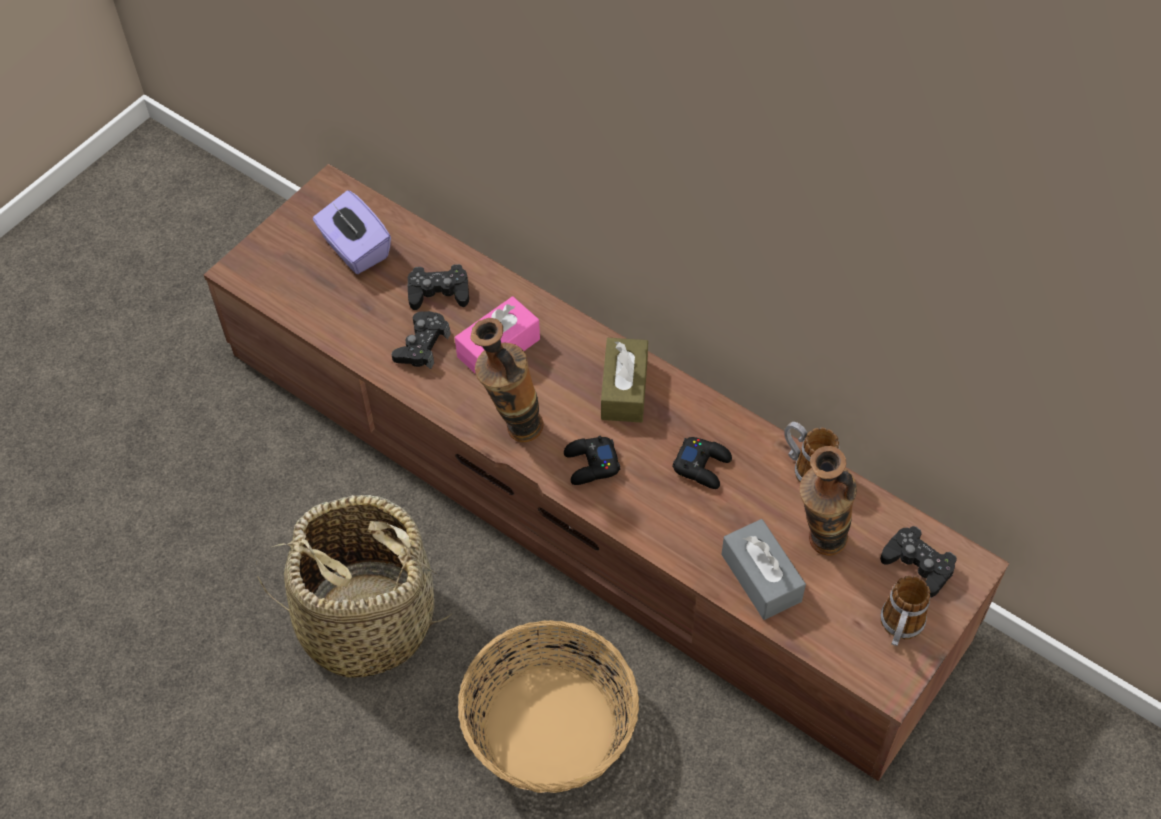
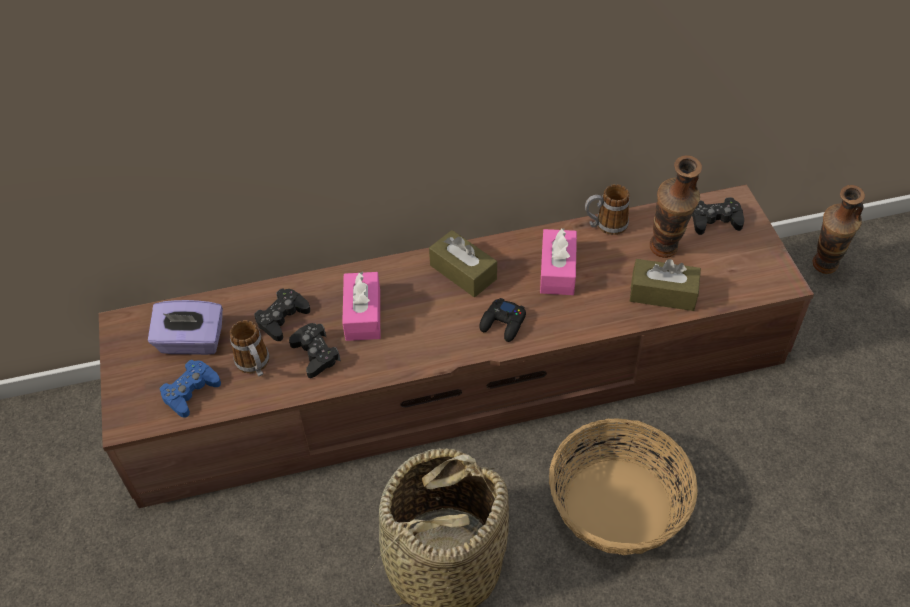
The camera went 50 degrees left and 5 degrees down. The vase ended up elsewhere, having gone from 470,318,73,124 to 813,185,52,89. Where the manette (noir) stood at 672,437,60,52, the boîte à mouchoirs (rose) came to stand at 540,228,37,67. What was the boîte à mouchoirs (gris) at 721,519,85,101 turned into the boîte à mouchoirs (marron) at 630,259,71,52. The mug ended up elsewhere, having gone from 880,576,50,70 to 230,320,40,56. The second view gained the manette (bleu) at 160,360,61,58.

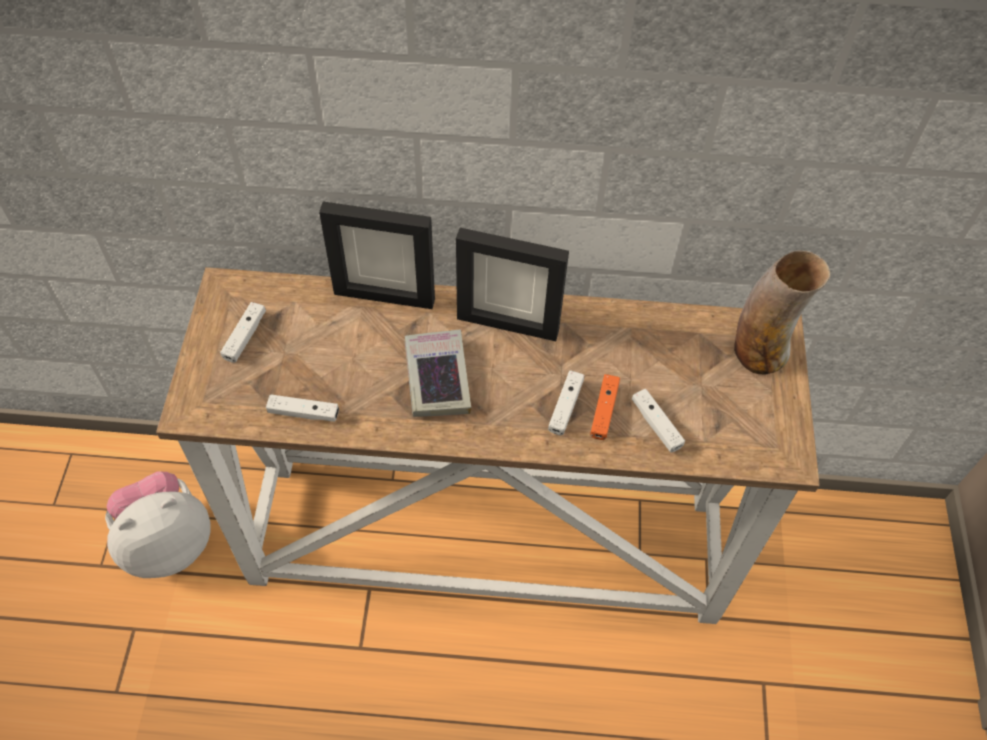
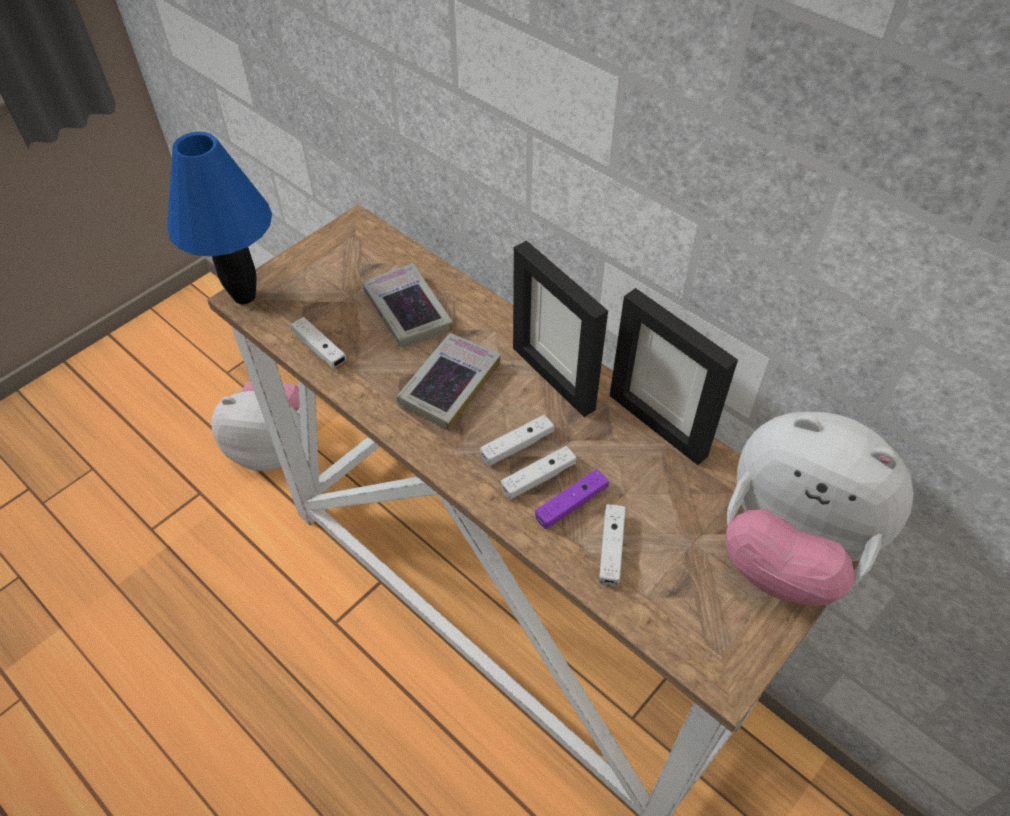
The camera went 40 degrees right and 5 degrees down. The cadre photo ended up elsewhere, having gone from 319,202,116,107 to 610,288,128,177. Where the vase stood at 734,250,96,124, the peluche came to stand at 725,412,188,194. The manette (blanc) ended up elsewhere, having gone from 220,302,46,61 to 480,415,74,51. What was the manette (orange) at 590,374,30,66 turned into the manette (violet) at 535,469,74,60. The second view gained the lampe de table (bleu) at 167,131,105,173. The second view gained the livre at 362,263,91,84.

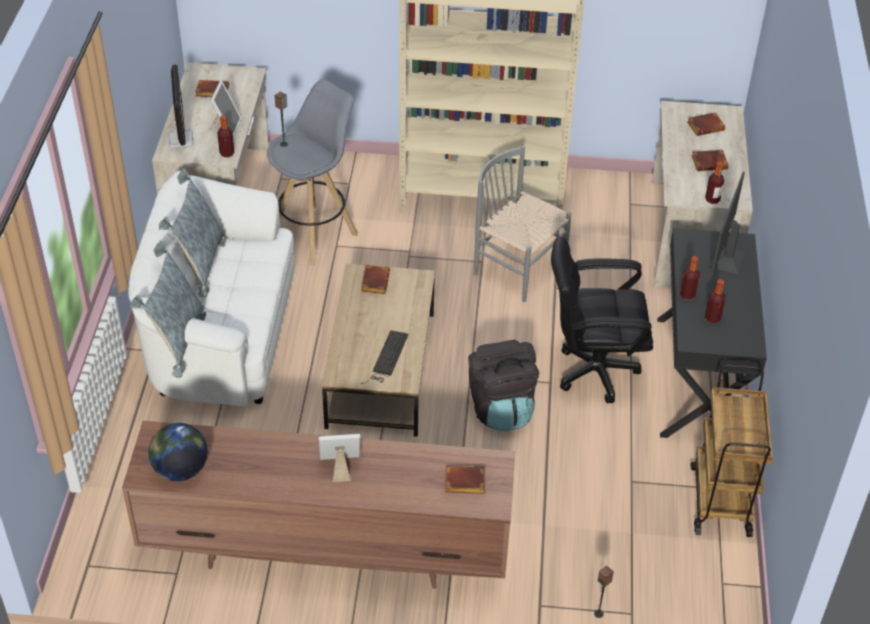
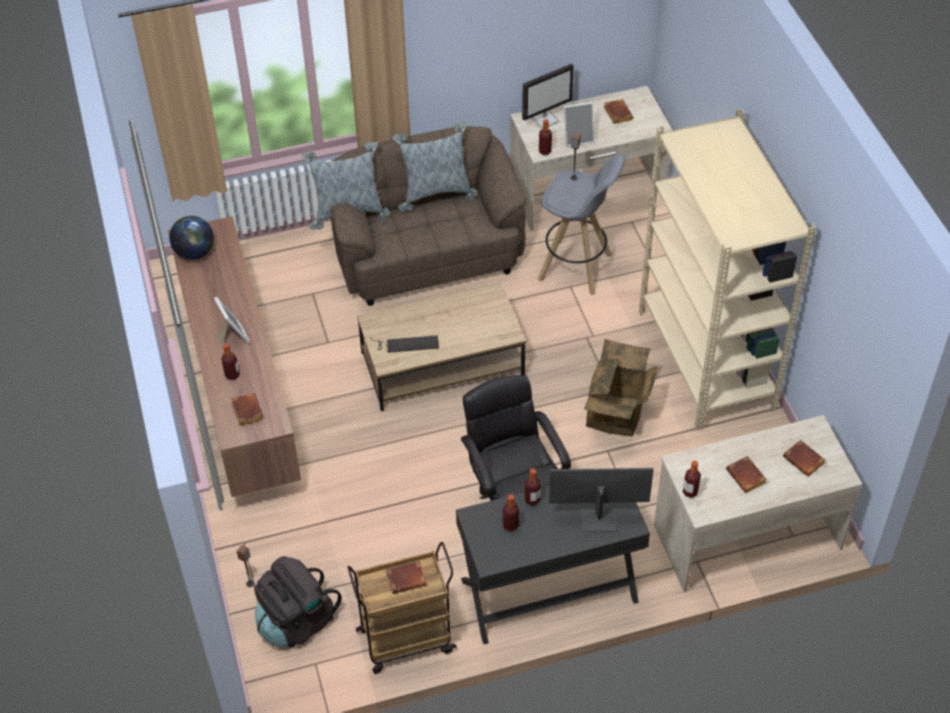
The camera went 70 degrees right and 5 degrees up. Where the chaise (gris) stood at 474,146,97,156, the carton came to stand at 584,339,73,98. What was the canapé (blanc) at 128,171,166,236 turned into the canapé (marron) at 330,126,196,180. The livre (marron) ended up elsewhere, having gone from 361,265,29,29 to 386,560,41,34. The sac à dos (noir) ended up elsewhere, having gone from 468,340,71,91 to 254,556,88,92. The second view gained the bouteille at 221,343,19,37.

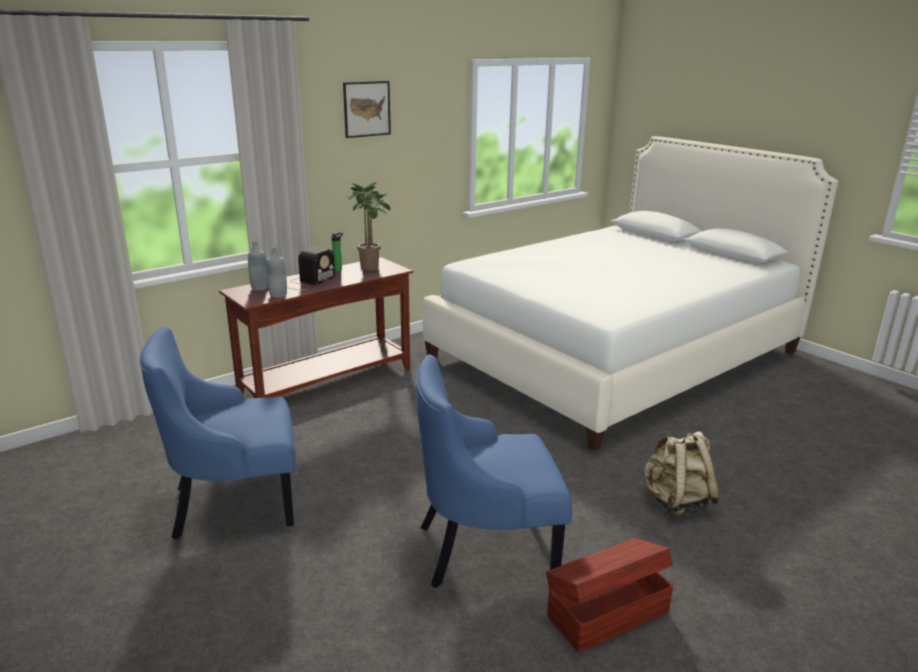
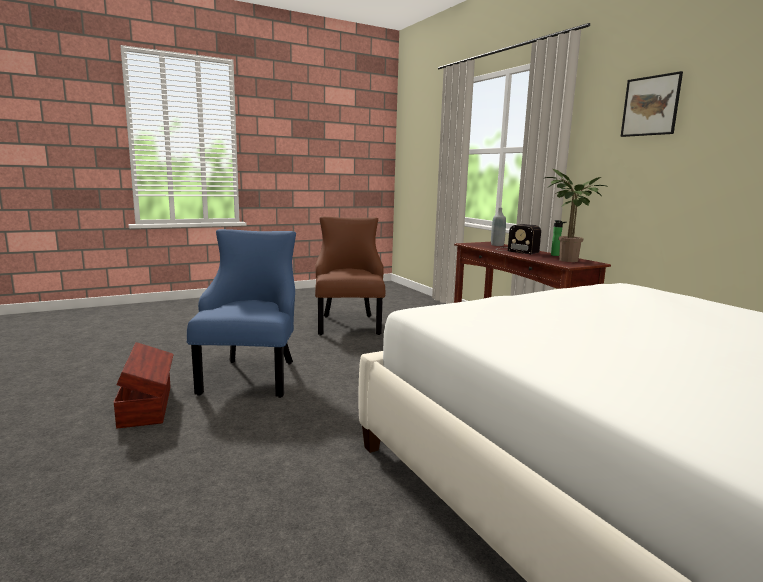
The camera went 100 degrees right and 10 degrees down. The second view lost the bouteille (gris) at 266,246,21,52. What was the chaise (bleu) at 140,326,156,213 turned into the chaise (marron) at 315,216,71,119. The second view lost the sac à dos (beige) at 644,431,76,85.

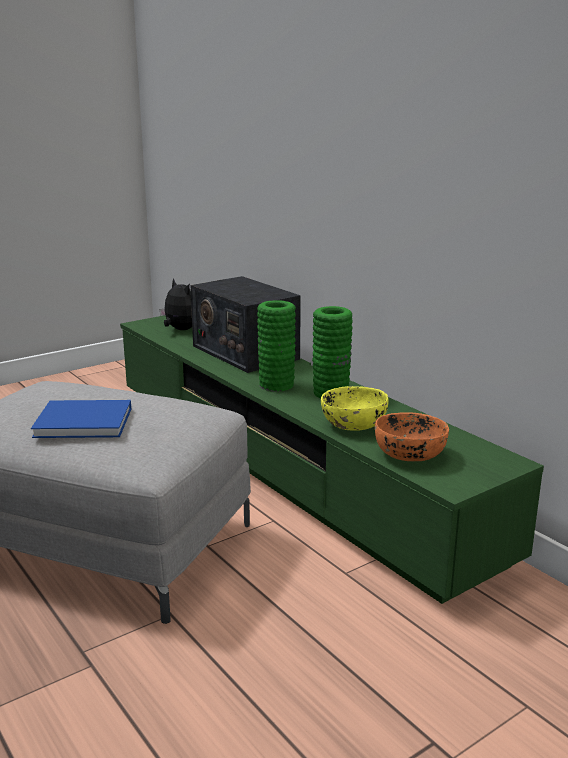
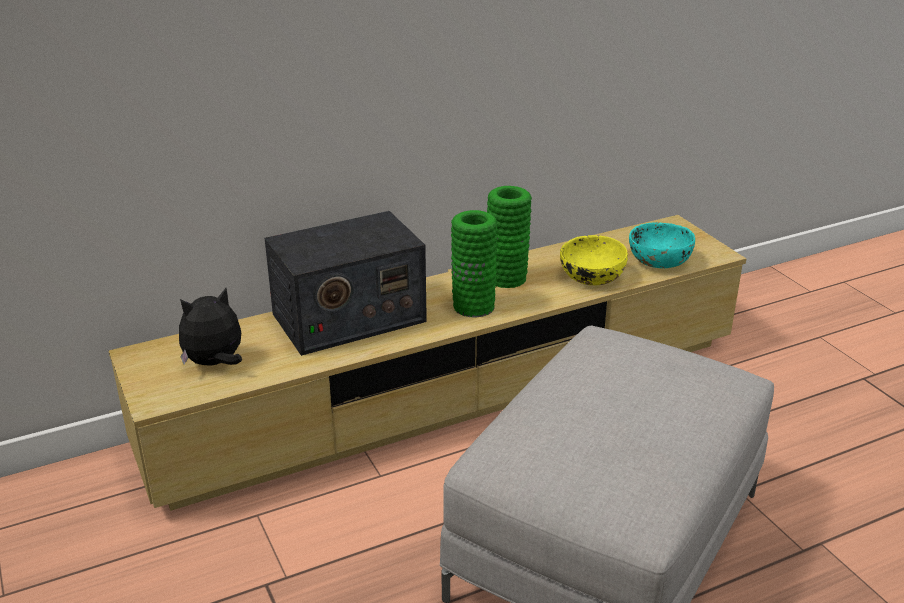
The camera went 80 degrees left and 10 degrees up. What was the meuble télé (vert) at 120,316,424,288 turned into the meuble télé (beige) at 109,215,638,296. The second view lost the livre (bleu) at 31,400,100,38. What was the bol (orange) at 375,412,74,49 turned into the bol (turquoise) at 629,222,66,46.

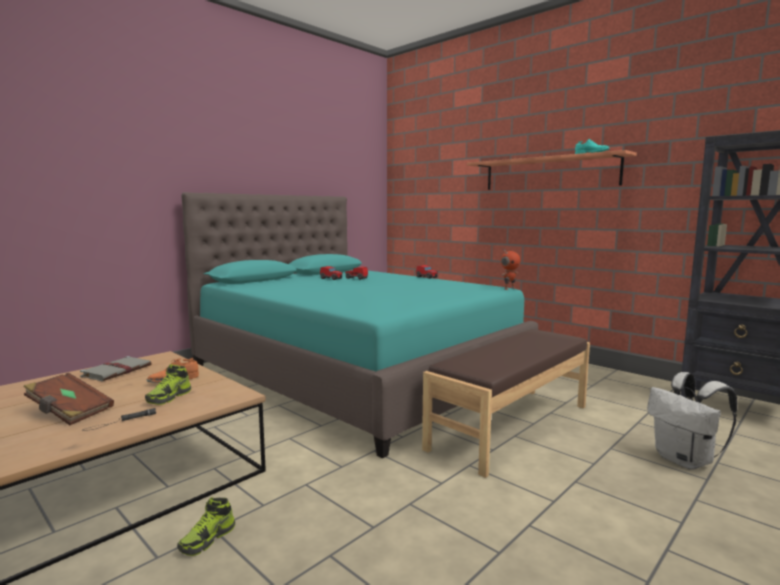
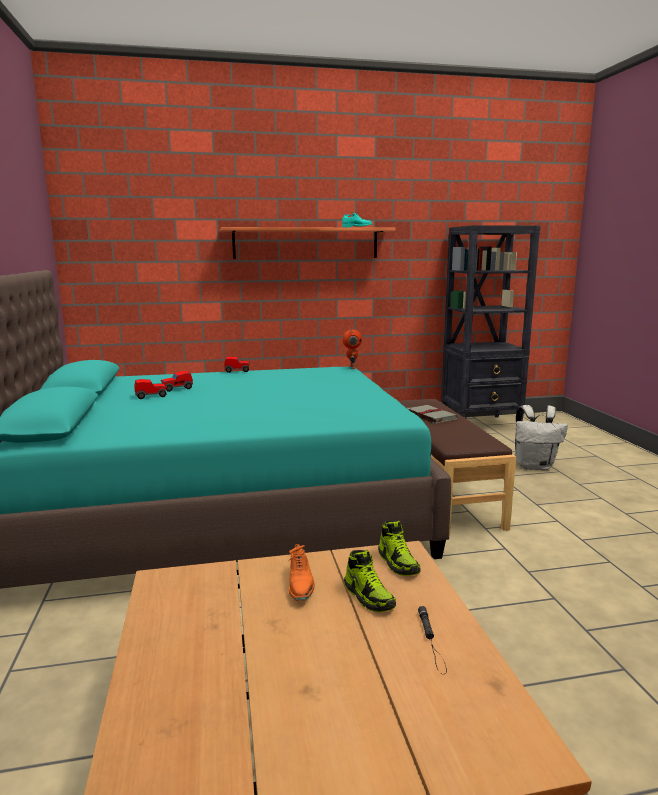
The camera went 55 degrees left and 5 degrees up. The livre (gris) ended up elsewhere, having gone from 80,356,72,25 to 407,405,51,19. The second view lost the livre (marron) at 23,373,91,52. The chaussure ended up elsewhere, having gone from 177,497,58,59 to 378,521,43,55.

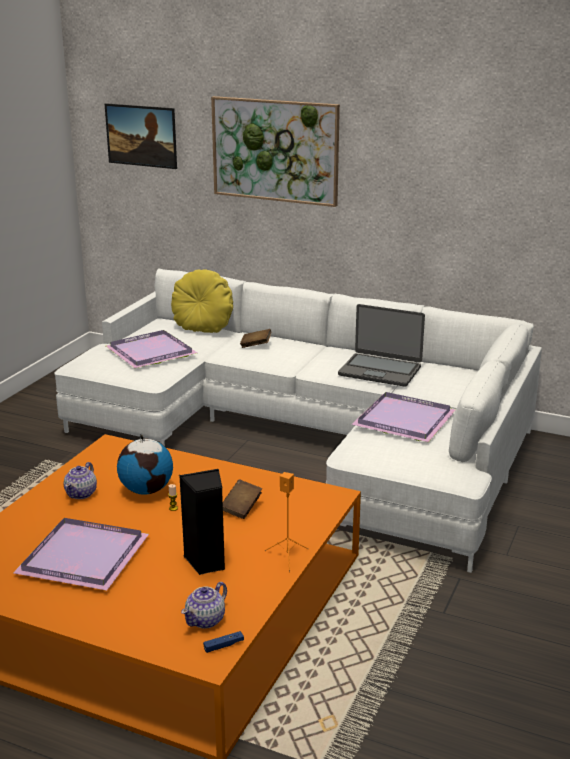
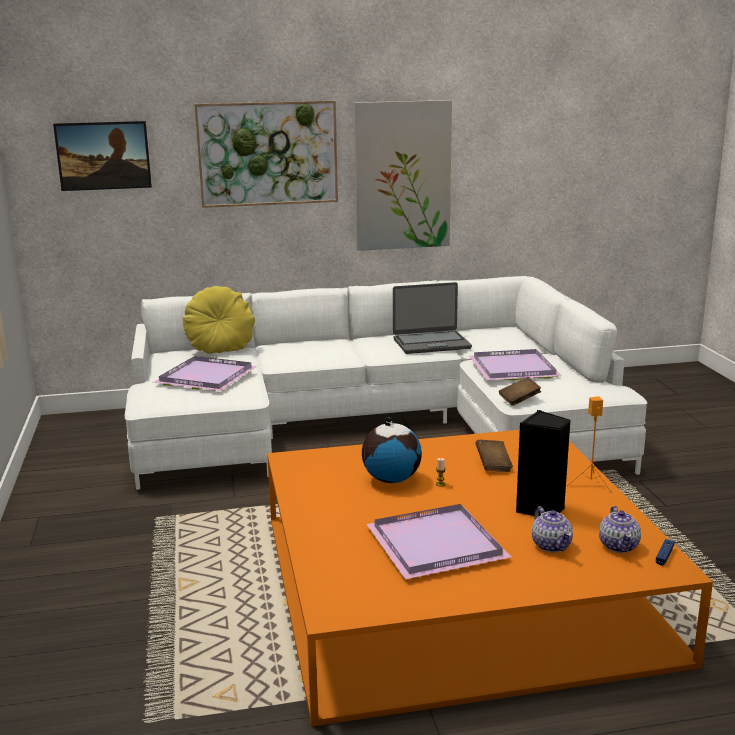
The camera went 35 degrees left and 5 degrees down. The livre (marron) ended up elsewhere, having gone from 240,329,31,19 to 499,377,42,29. The théière ended up elsewhere, having gone from 64,462,33,37 to 532,506,41,47. The second view gained the tableau at 354,100,98,151.

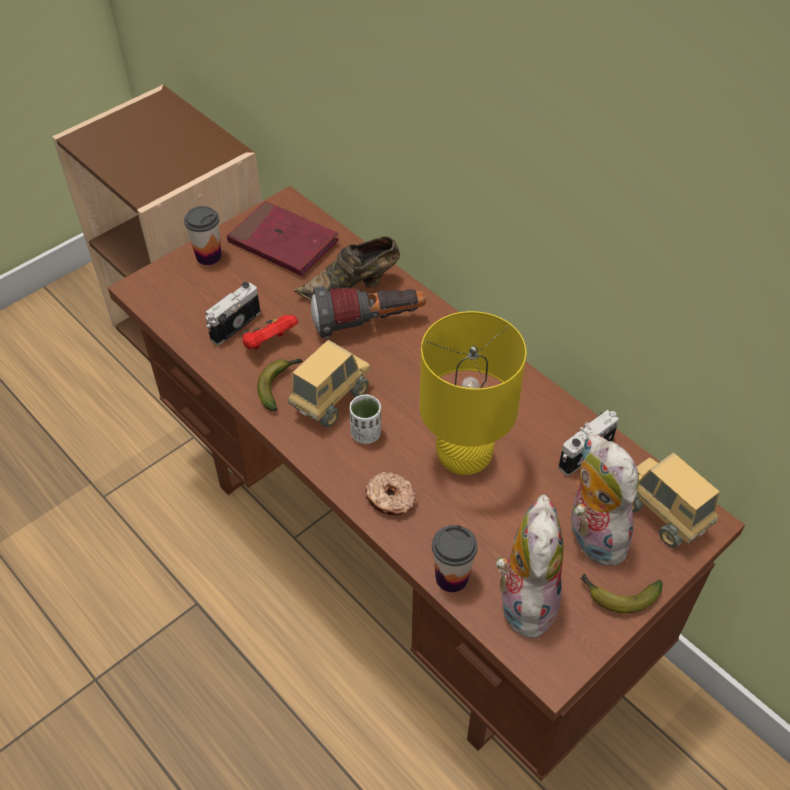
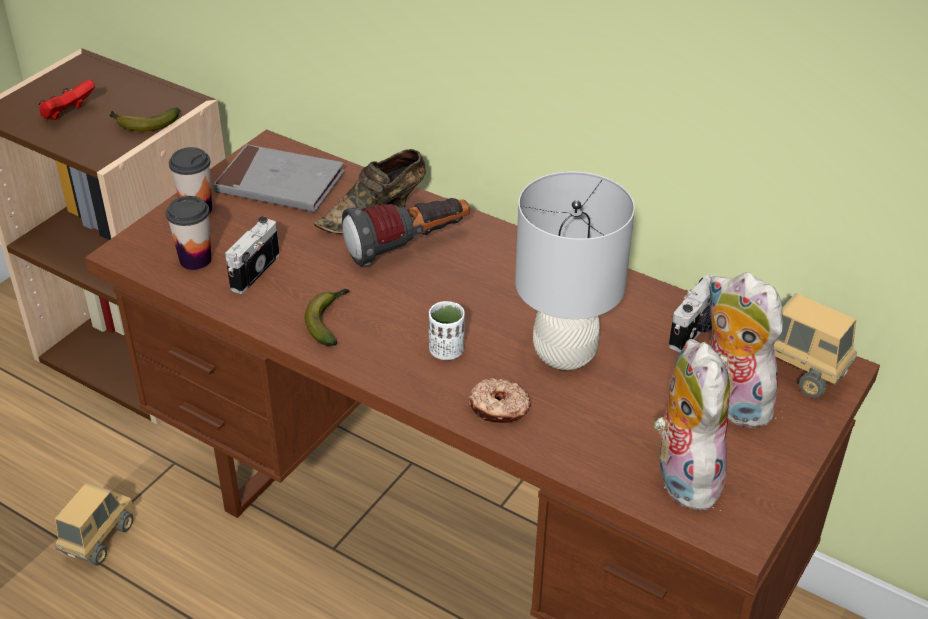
The camera went 15 degrees left and 10 degrees down. What was the livre (rouge) at 227,201,112,75 turned into the livre (gris) at 213,144,132,68. What was the lampe de table (jaune) at 420,311,106,164 turned into the lampe de table (gris) at 515,171,120,199. The manette (rouge) ended up elsewhere, having gone from 242,315,56,35 to 38,79,57,41. The camion jouet ended up elsewhere, having gone from 288,340,83,88 to 55,482,78,84. The tasse ended up elsewhere, having gone from 432,525,46,67 to 166,196,45,74. The banane ended up elsewhere, having gone from 580,574,83,39 to 109,107,71,24.

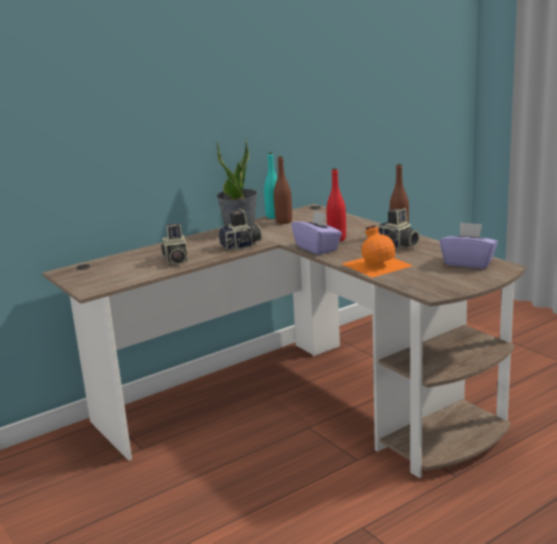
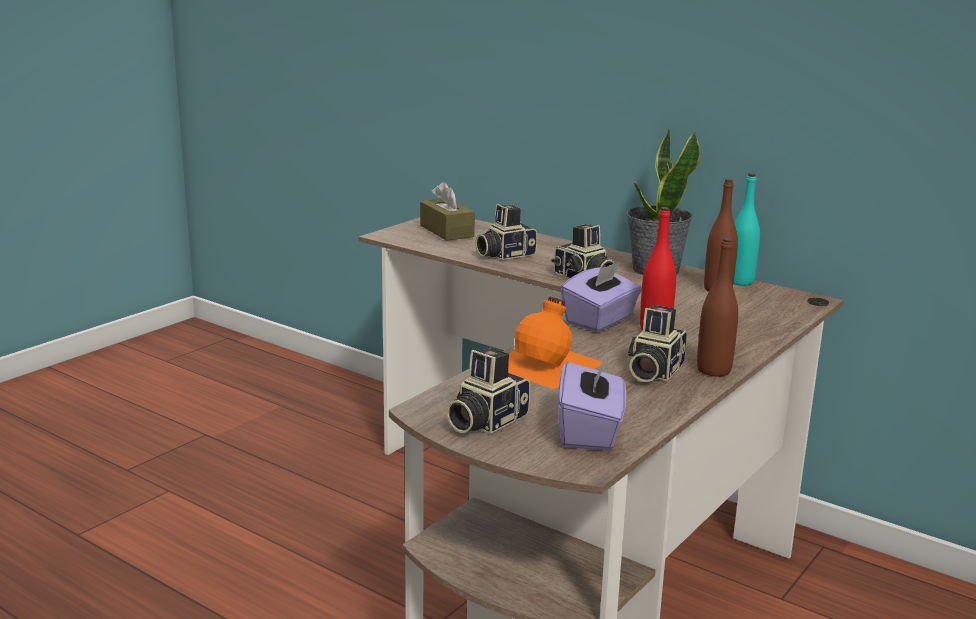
The camera went 70 degrees right and 0 degrees up. The second view gained the boîte à mouchoirs (marron) at 420,182,55,59. The second view gained the appareil photo at 446,347,84,87.

